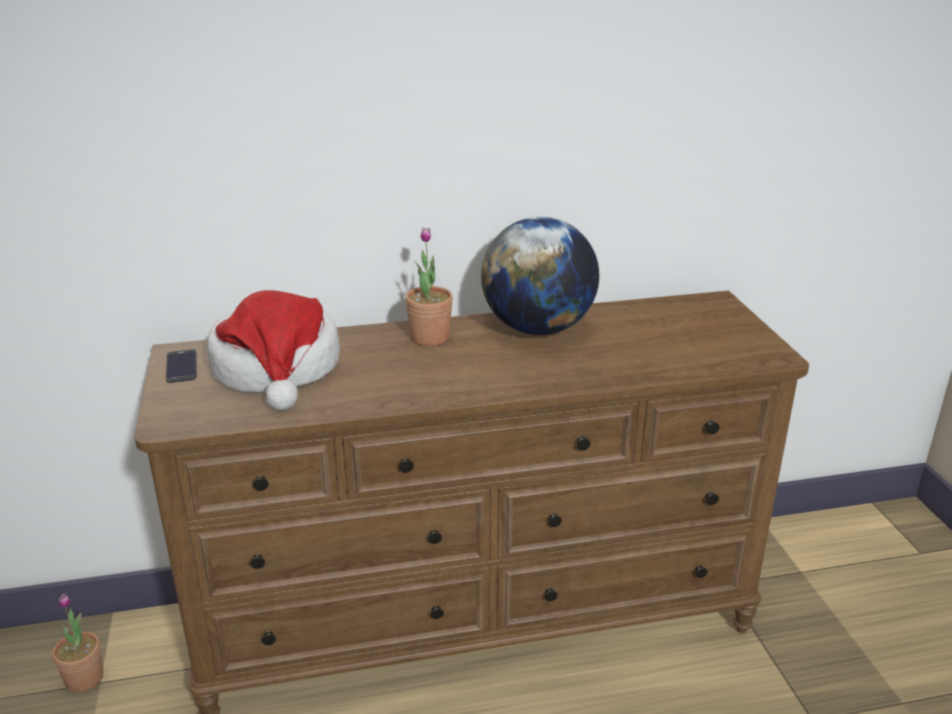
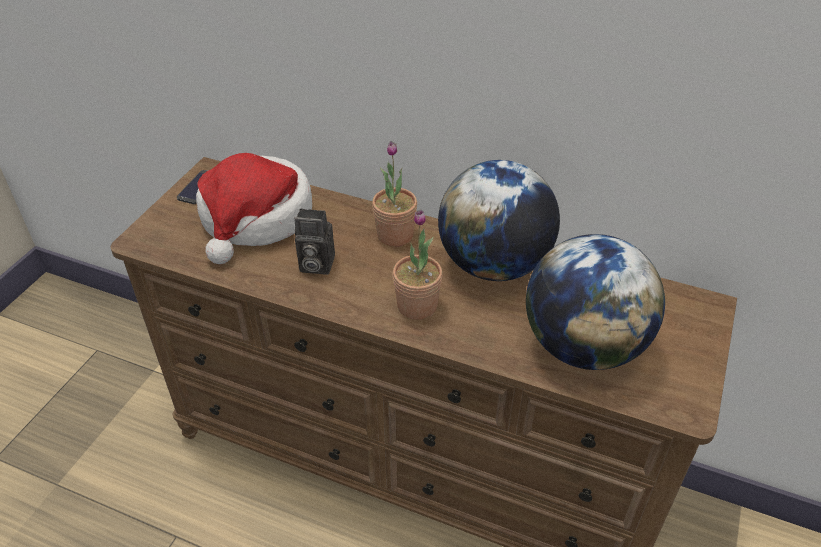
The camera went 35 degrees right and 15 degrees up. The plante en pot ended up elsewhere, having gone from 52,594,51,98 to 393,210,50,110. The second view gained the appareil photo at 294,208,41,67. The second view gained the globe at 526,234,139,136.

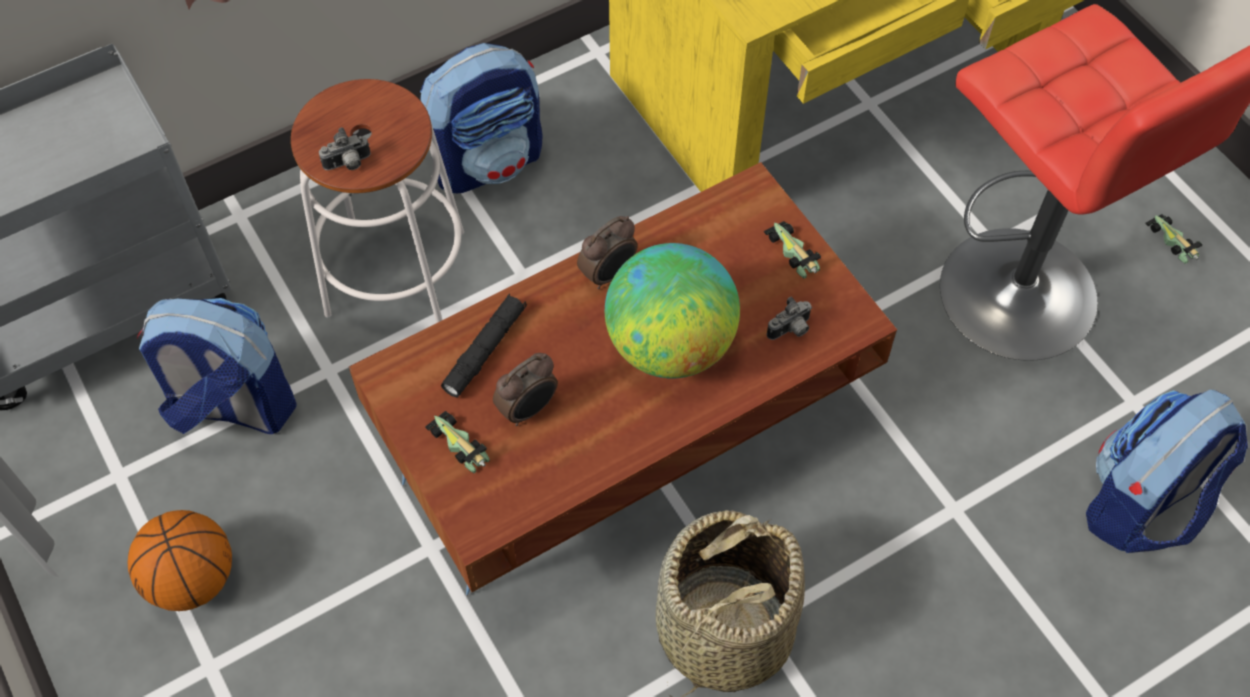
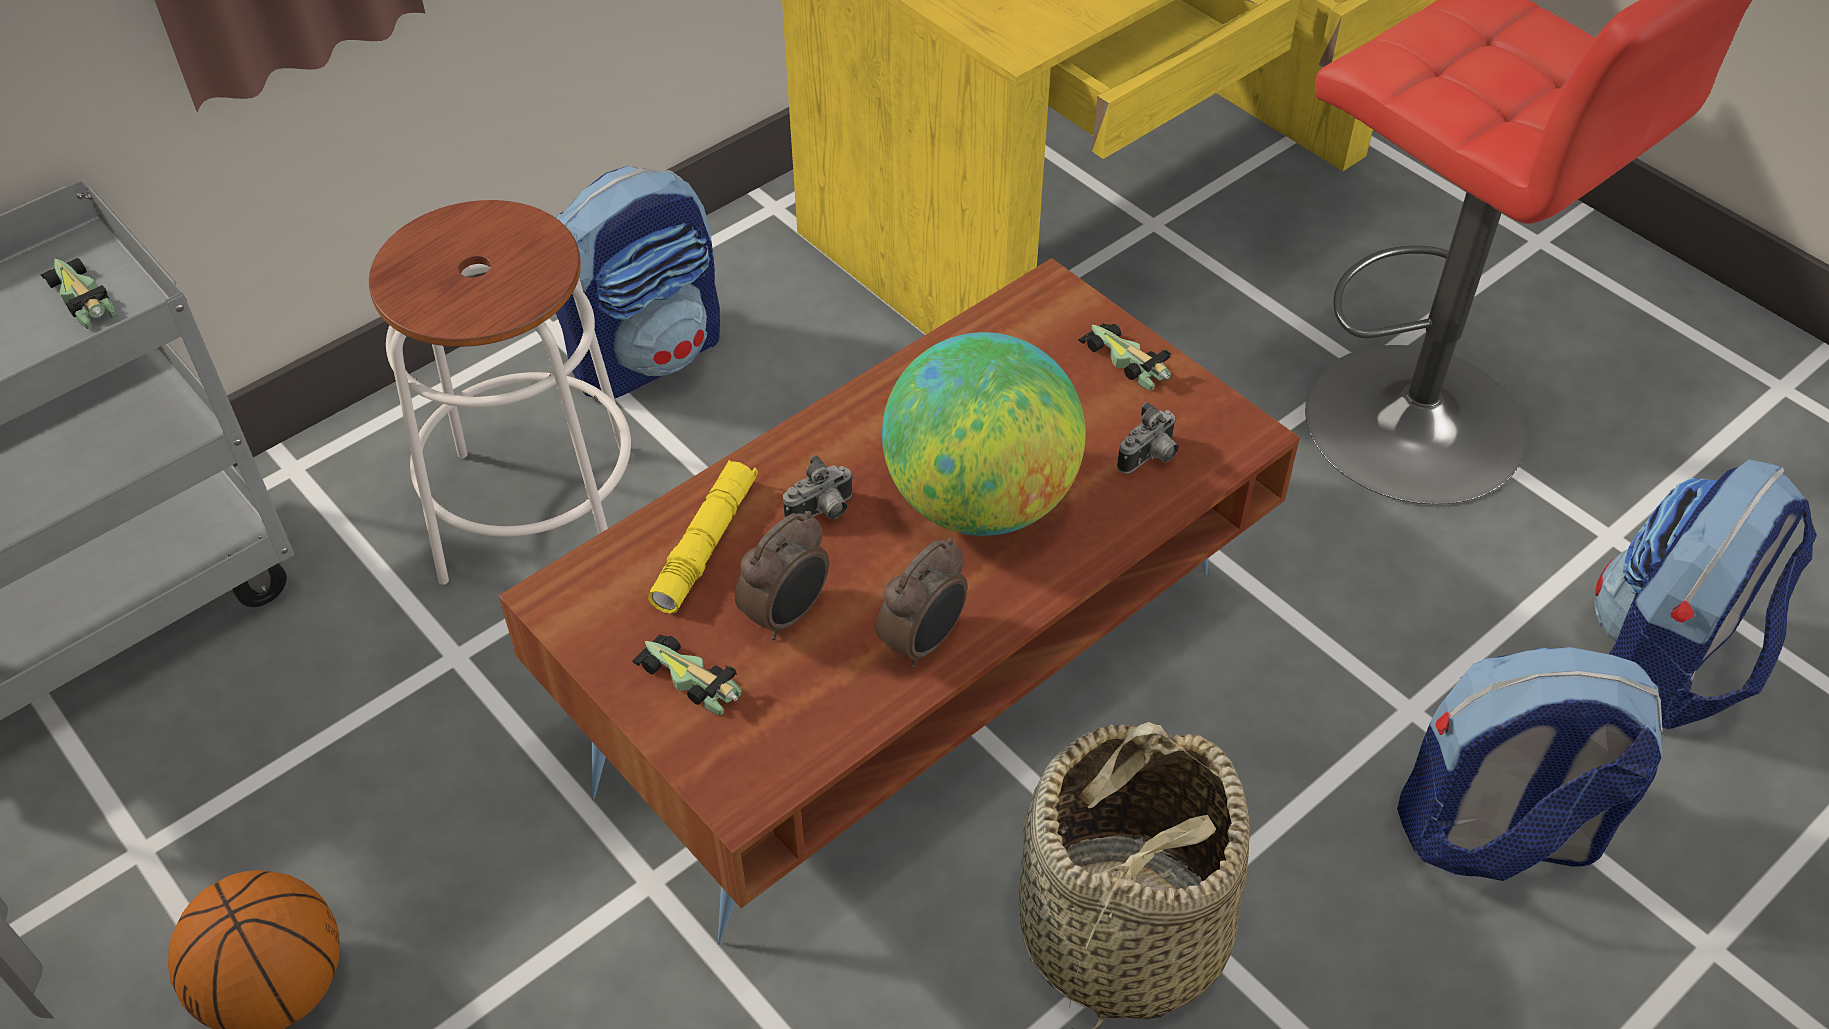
The camera went 10 degrees left and 10 degrees down. The appareil photo ended up elsewhere, having gone from 319,127,52,43 to 783,455,71,64. The petite voiture ended up elsewhere, having gone from 1145,214,58,50 to 40,258,77,71. The réveil ended up elsewhere, having gone from 577,216,60,73 to 876,538,92,130. What was the lampe de poche (noir) at 441,293,86,105 turned into the lampe de poche (jaune) at 648,460,110,154. The sac à dos ended up elsewhere, having gone from 136,298,161,136 to 1397,647,266,234.

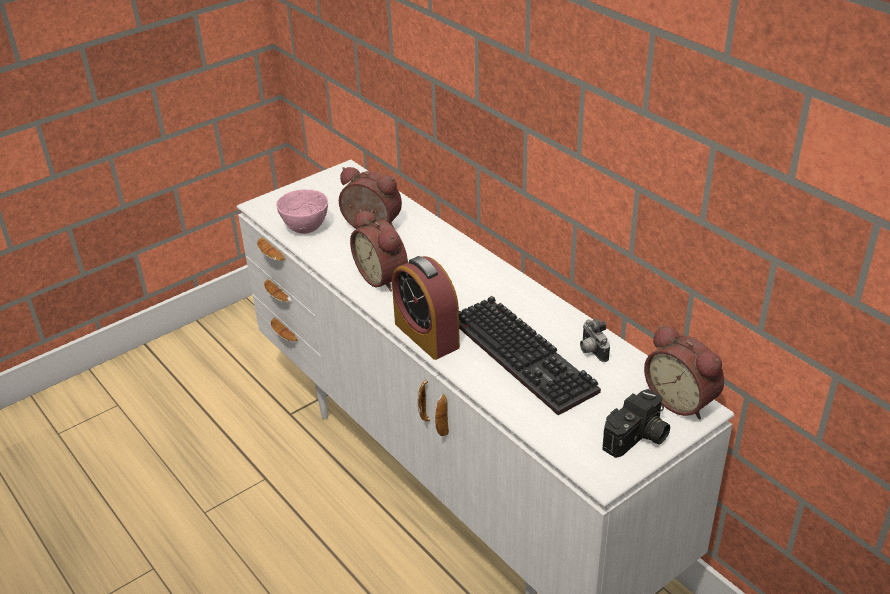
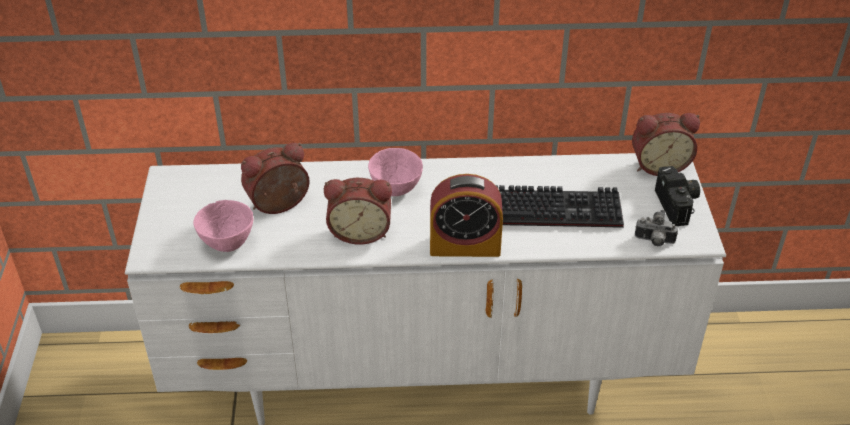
The camera went 55 degrees left and 5 degrees up. The appareil photo ended up elsewhere, having gone from 580,319,30,43 to 635,210,43,36. The second view gained the bol (rose) at 368,148,55,48.

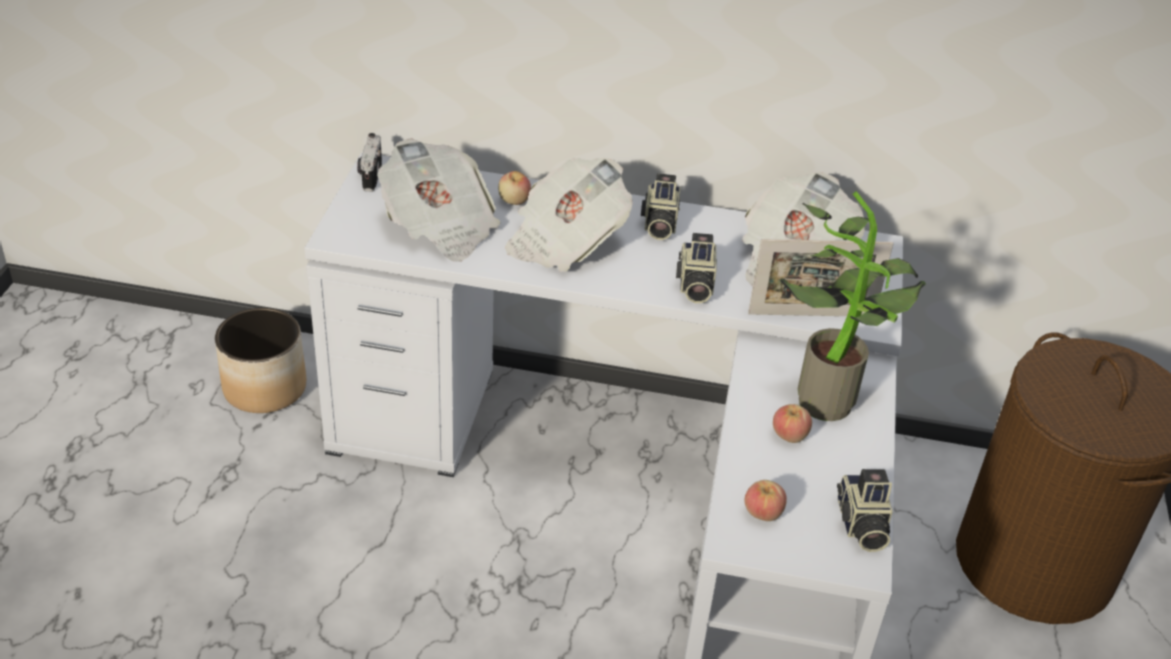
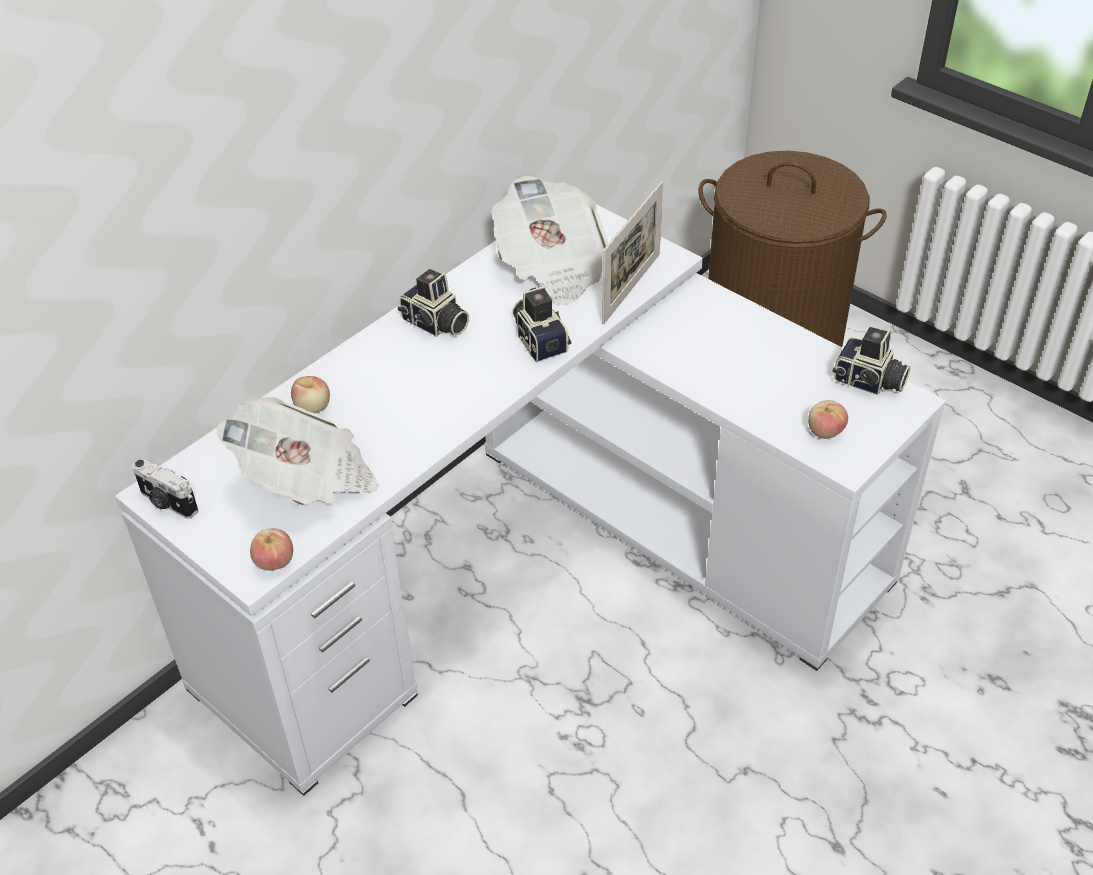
The camera went 55 degrees left and 5 degrees up. The second view lost the journal at 505,158,128,114. The second view lost the plante en pot at 780,191,146,230. The appareil photo at 676,233,41,70 ended up facing another way, 150 degrees counterclockwise from before. The second view lost the cache-pot at 215,308,91,105. The pomme ended up elsewhere, having gone from 773,404,39,39 to 250,528,43,43.

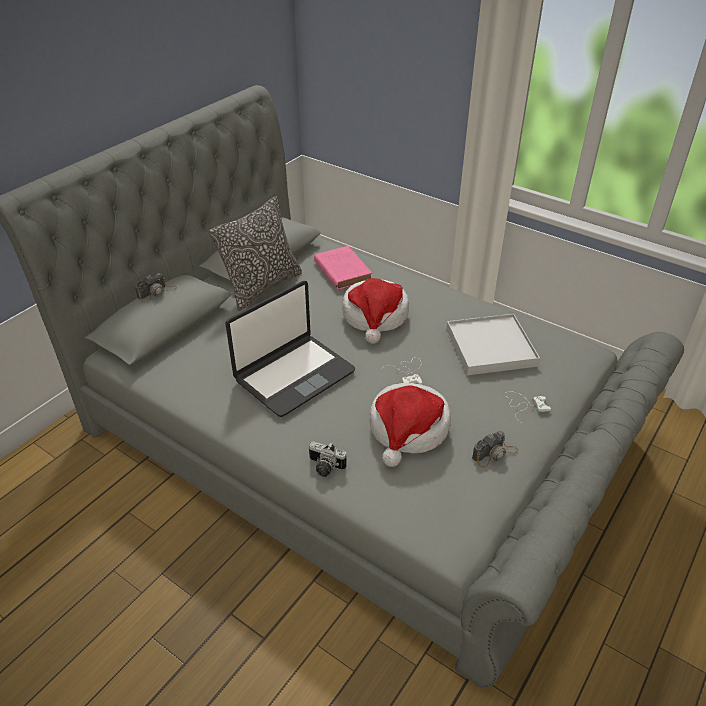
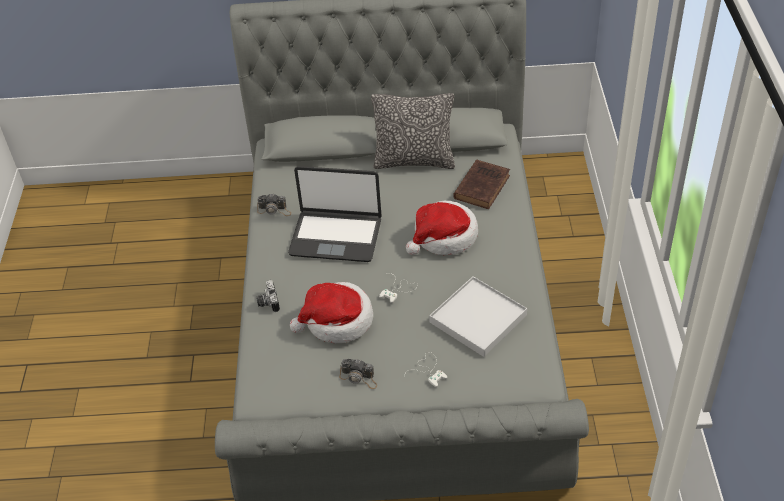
The camera went 55 degrees right and 5 degrees up. What was the livre (rose) at 314,246,58,44 turned into the livre (marron) at 453,160,57,49. The appareil photo ended up elsewhere, having gone from 135,273,43,30 to 257,193,34,23.

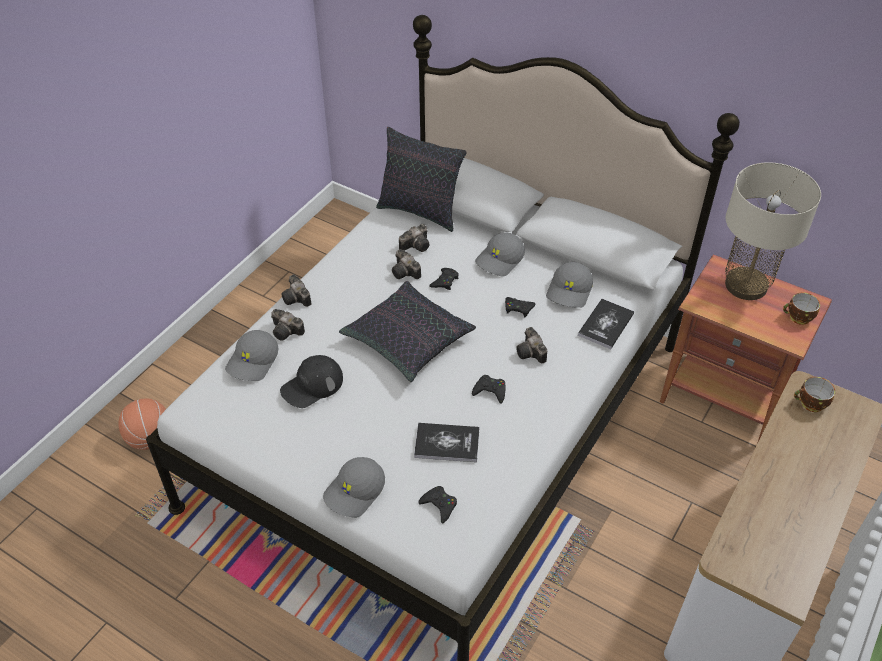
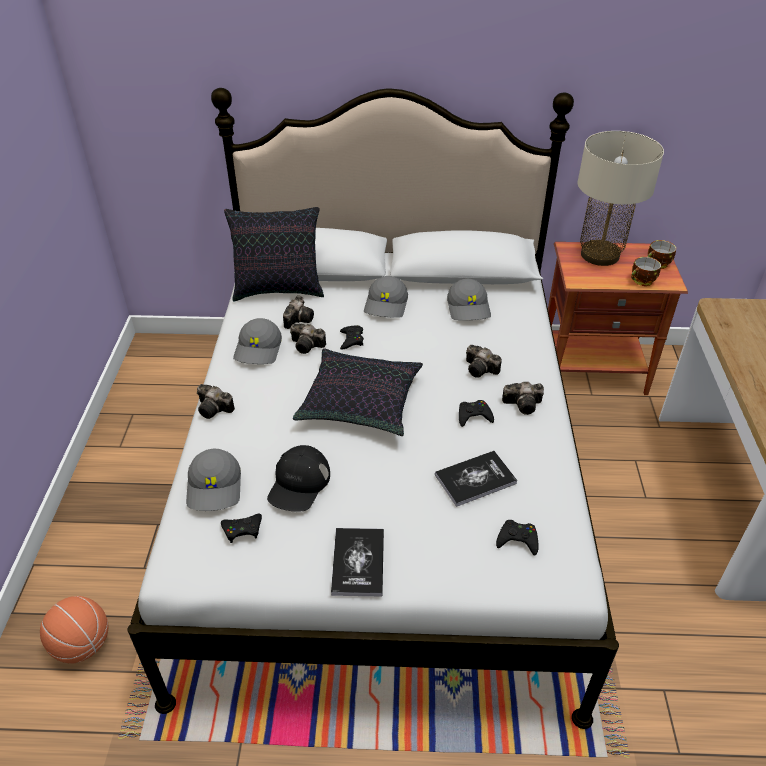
The camera went 30 degrees left and 5 degrees down. The manette (noir) ended up elsewhere, having gone from 505,297,30,20 to 221,513,41,30. The livre ended up elsewhere, having gone from 578,299,56,50 to 331,528,53,68. The appareil photo ended up elsewhere, having gone from 271,309,34,32 to 502,382,42,33. The tasse ended up elsewhere, having gone from 794,377,41,35 to 631,257,30,29. The casquette (gris) ended up elsewhere, having gone from 323,457,62,61 to 233,318,49,46.

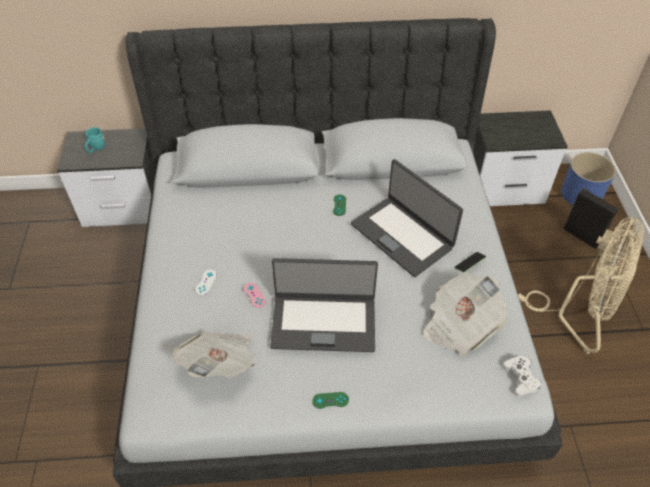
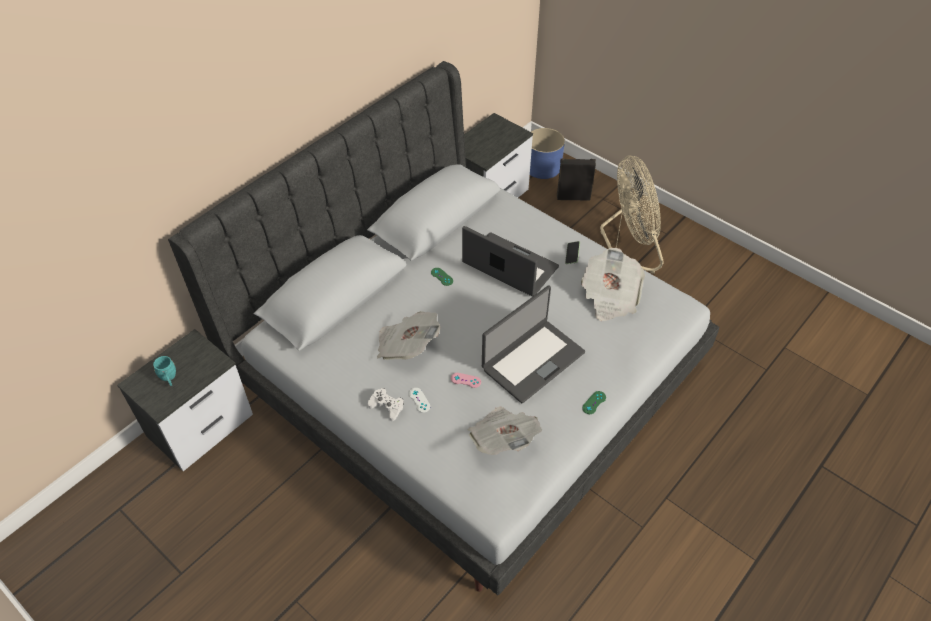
The camera went 45 degrees left and 0 degrees up. The ordinateur portable at 351,159,112,118 ended up facing another way, 150 degrees counterclockwise from before. The manette (blanc) ended up elsewhere, having gone from 503,356,39,41 to 368,388,36,33. The second view gained the journal at 377,312,63,48.

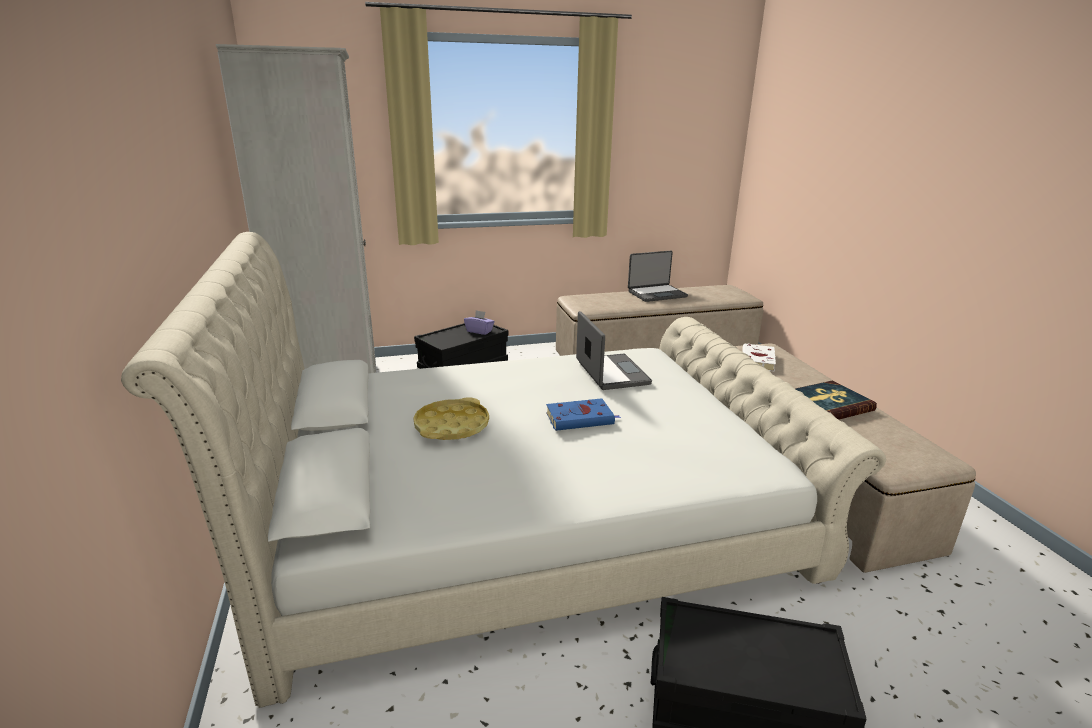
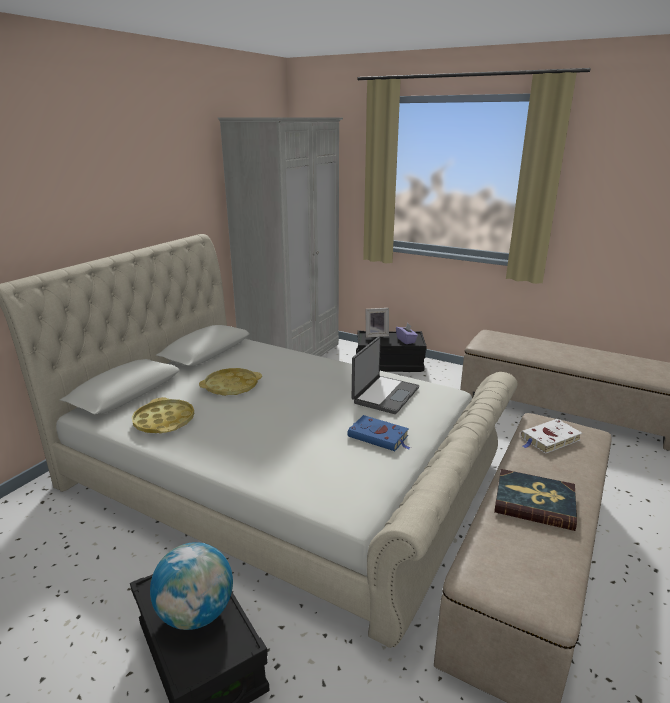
The camera went 45 degrees right and 0 degrees up. The second view lost the ordinateur portable at 628,251,60,51. The livre (bleu) ended up elsewhere, having gone from 546,398,75,33 to 347,415,64,36. The second view gained the cadre photo at 366,308,23,30. The second view gained the plateau (jaune) at 132,397,62,37. The second view gained the globe at 150,542,83,88.

